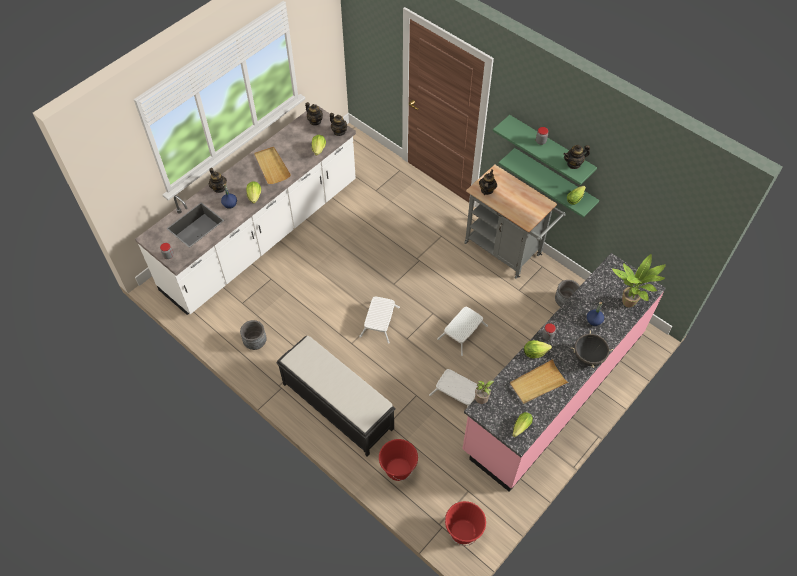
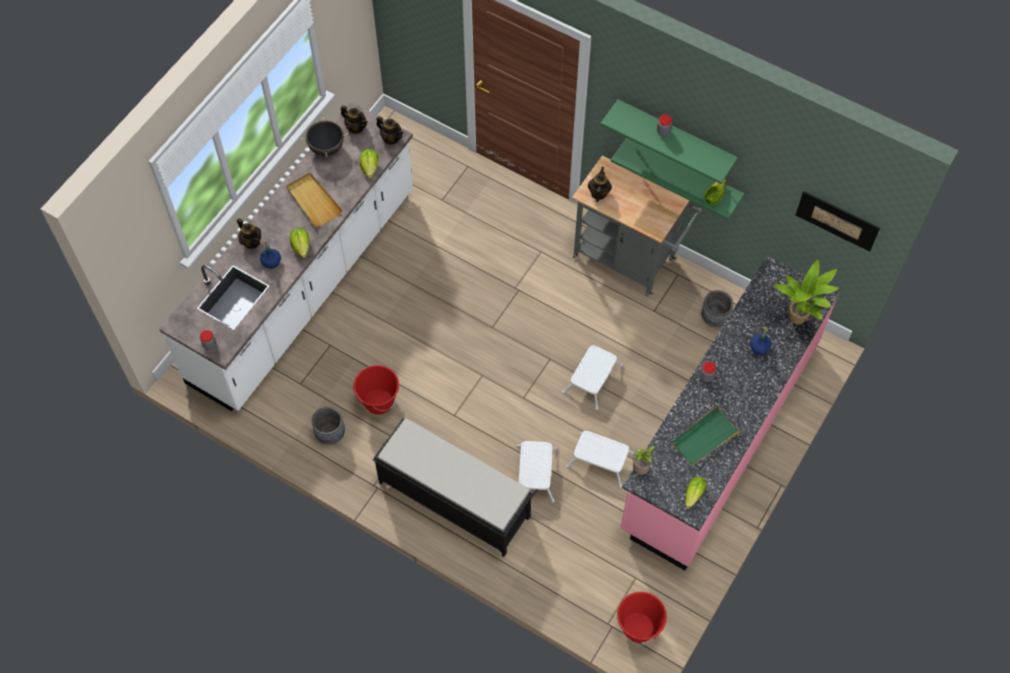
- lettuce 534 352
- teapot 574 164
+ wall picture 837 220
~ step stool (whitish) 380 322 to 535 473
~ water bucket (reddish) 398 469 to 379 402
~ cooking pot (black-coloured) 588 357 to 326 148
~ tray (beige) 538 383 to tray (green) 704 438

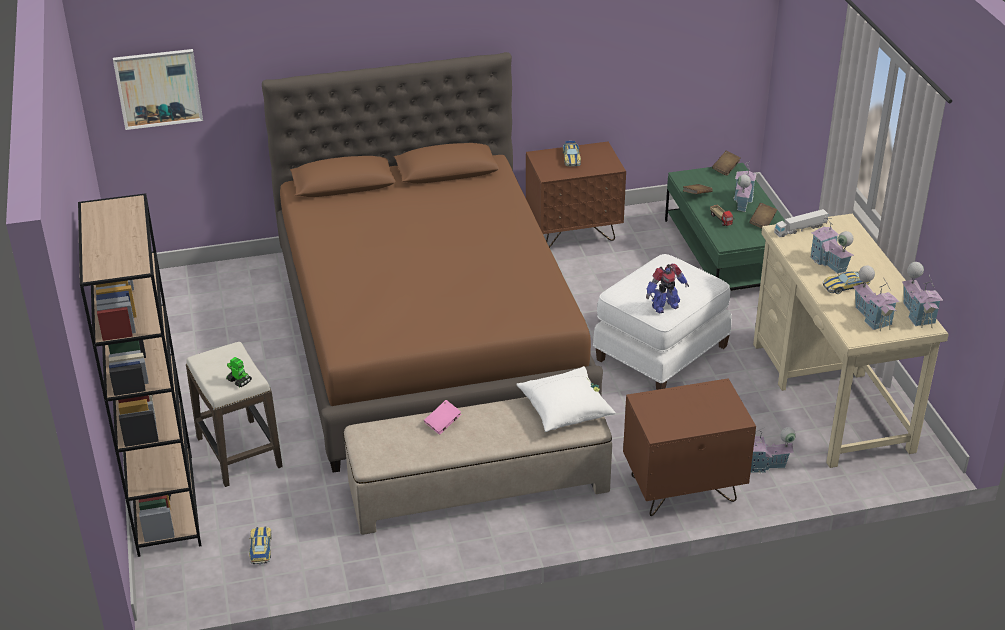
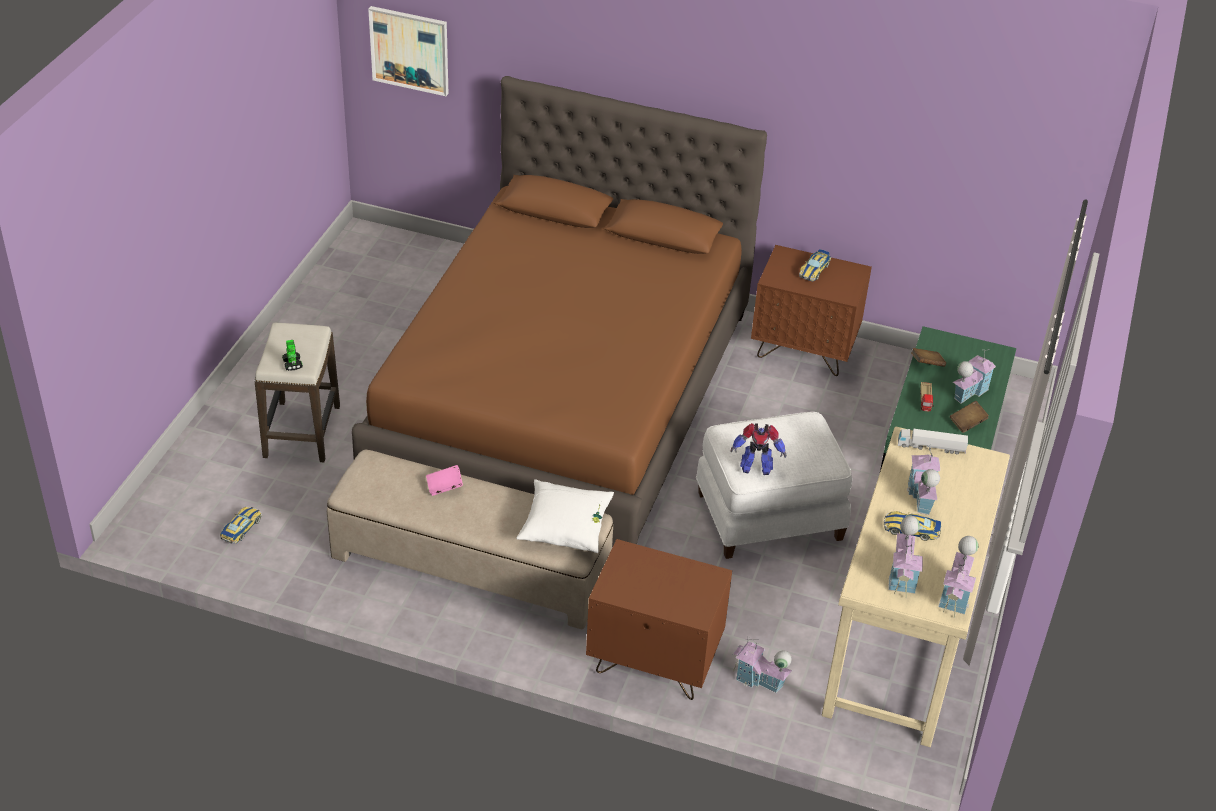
- shelving unit (beige) 165 504
- volume (brown) 725 169

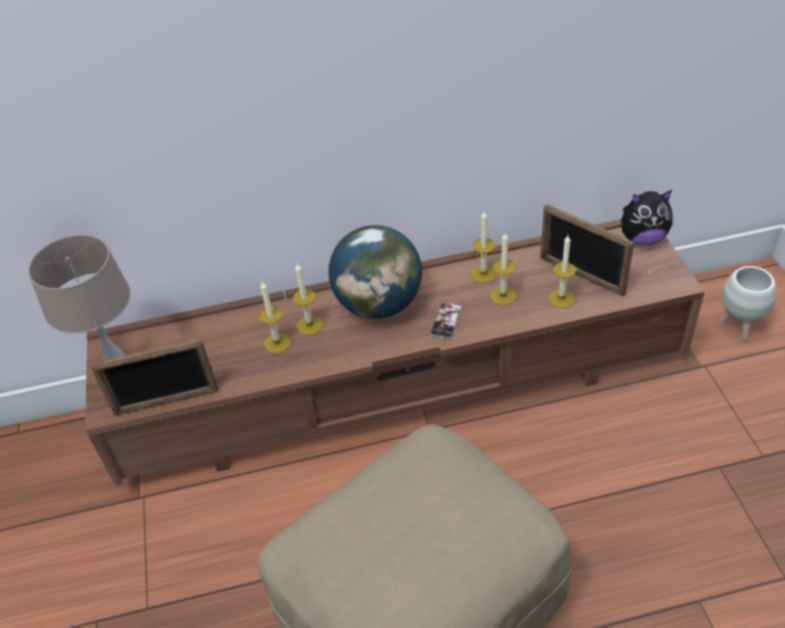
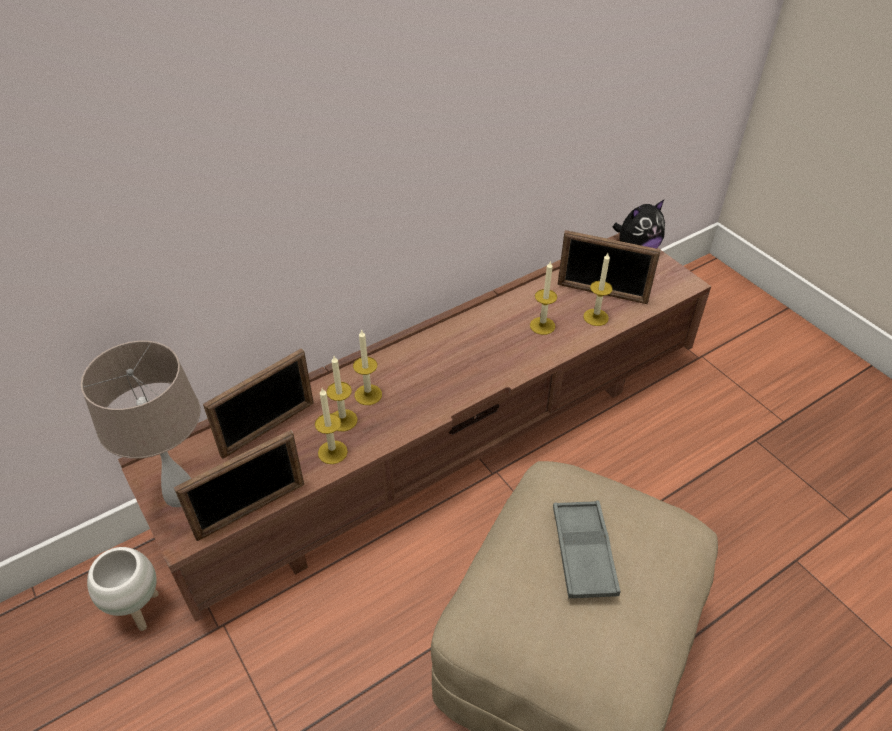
- world globe 378 304
- phone 446 321
+ photo frame 268 429
+ tray (gray) 583 552
~ wax candle 483 274 to 332 452
~ planter (whitish) 739 327 to 140 610

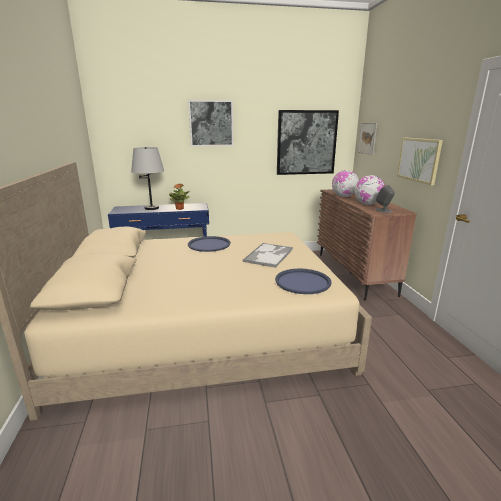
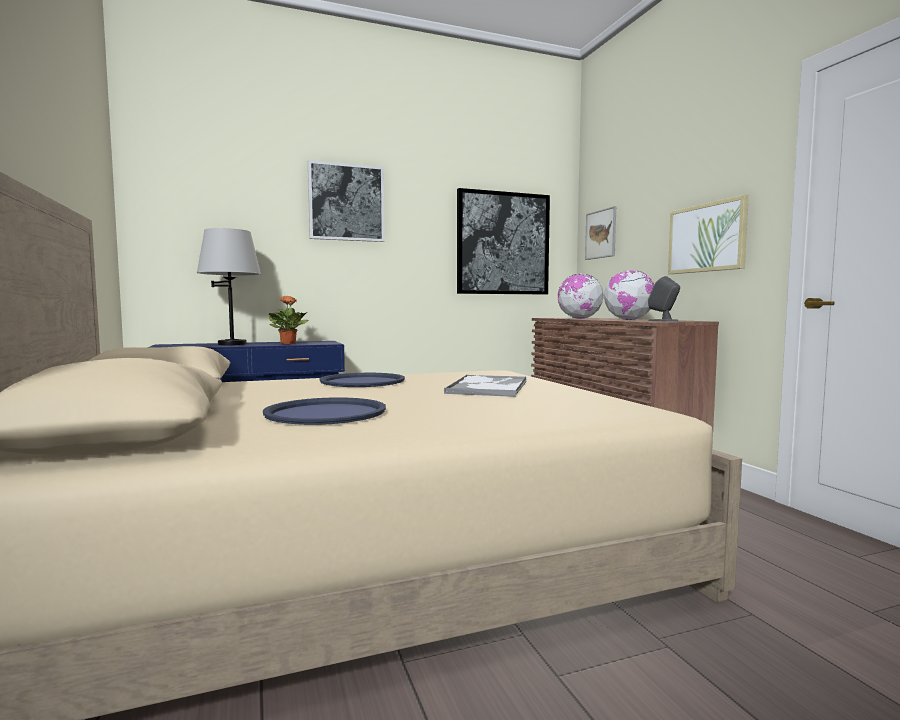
~ tray (blue) 302 282 to 325 413

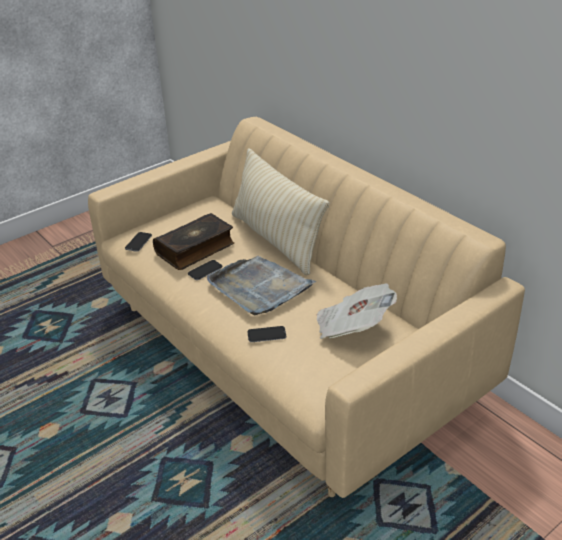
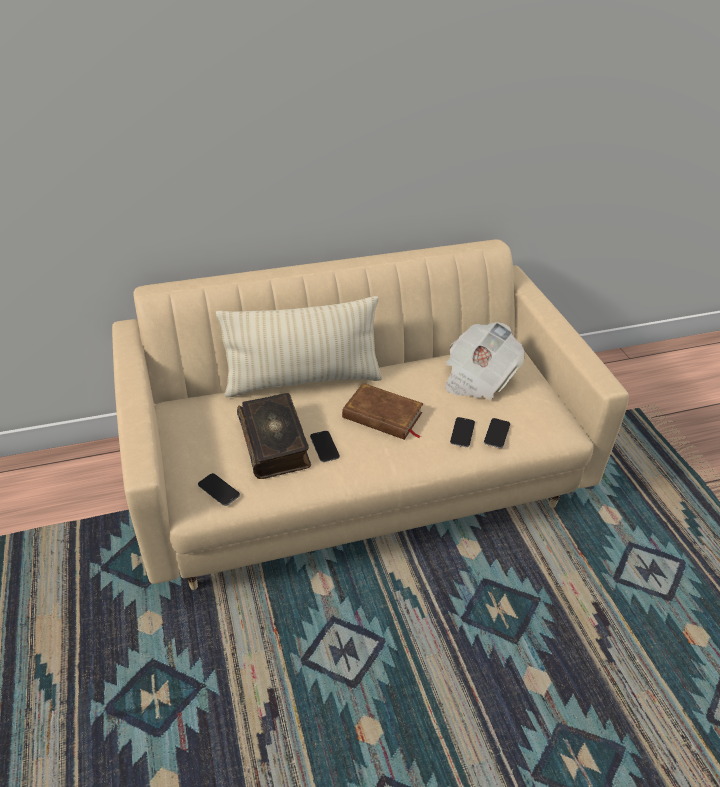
+ phone 497 433
~ tray (gray) 259 287 to volume (brown) 382 416

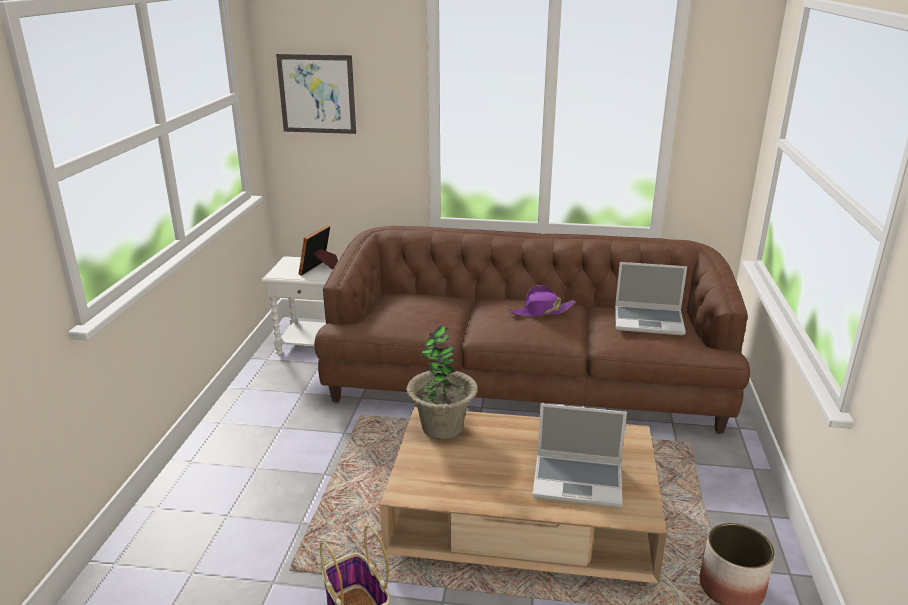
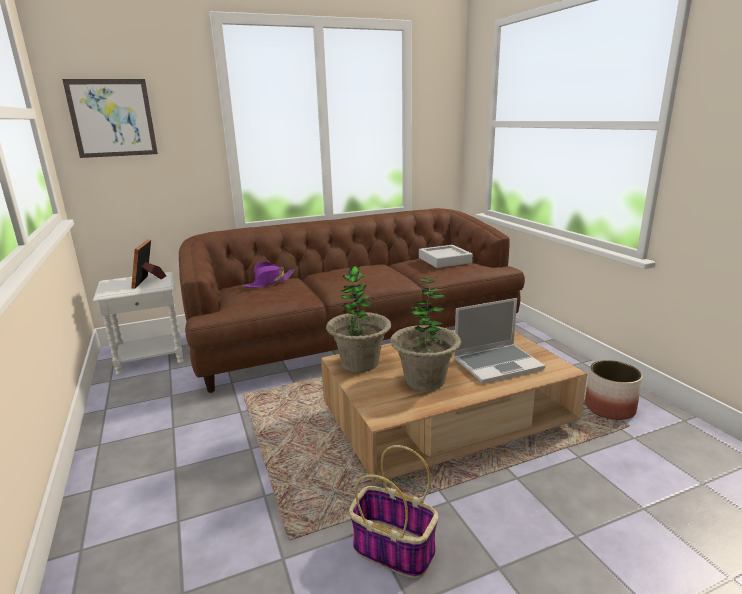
+ plant in a pot 425 380
~ clothing hat (purple-coloured) 541 311 to 269 282
~ notebook computer 649 321 to tray (gray) 444 260

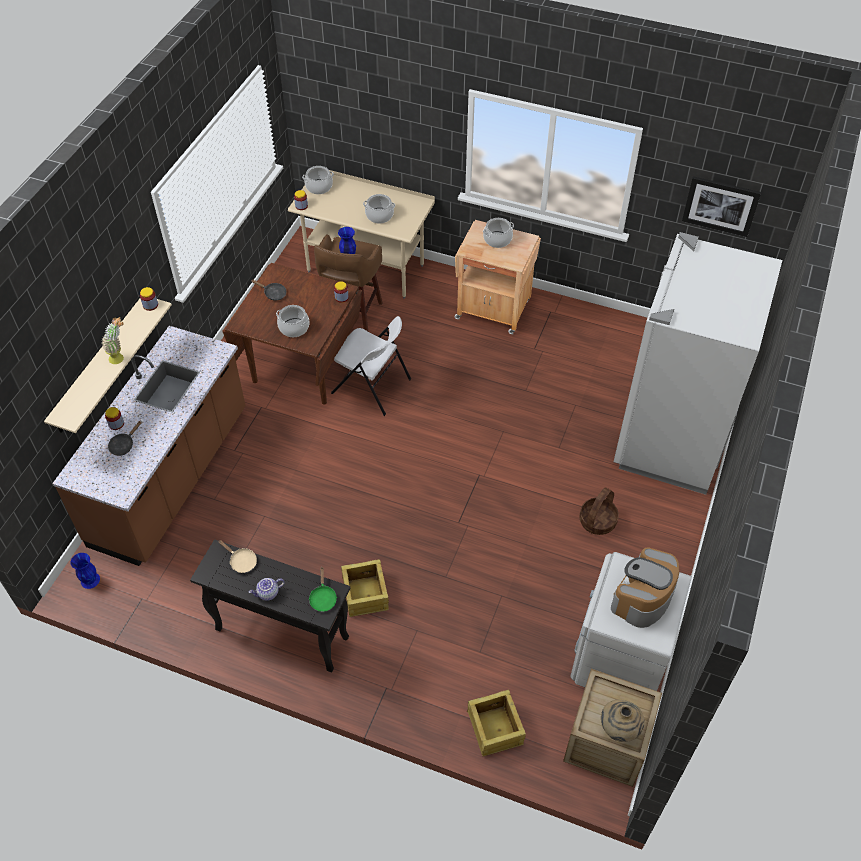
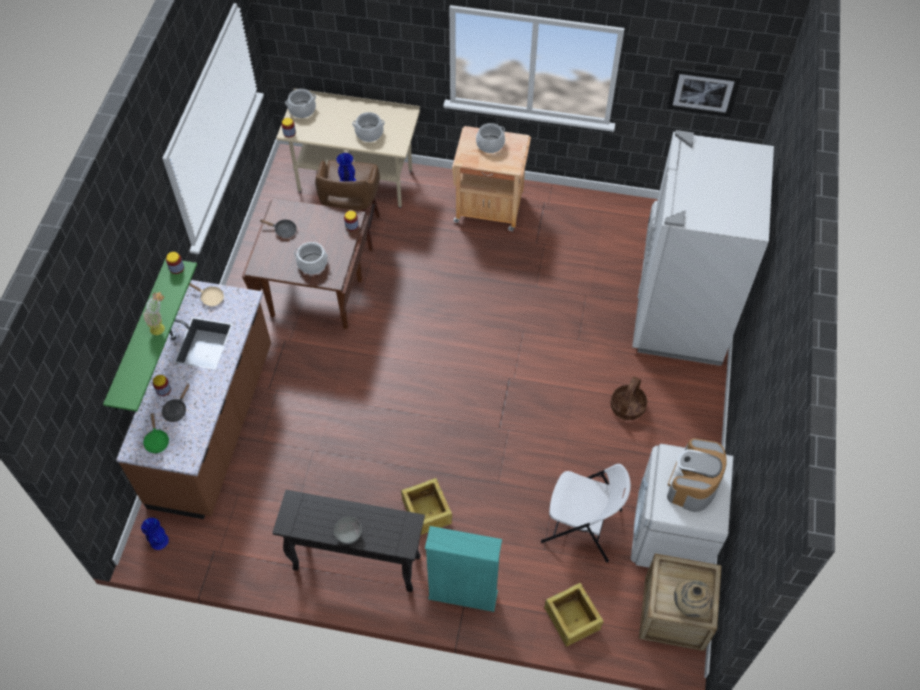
+ shelving unit (turquoise-coloured) 463 595
~ frying pan (beige) 241 561 to 210 297
~ frying pan (green) 323 598 to 156 441
~ chair (whitish) 371 386 to 581 526
~ teapot 268 594 to bowl (gray) 349 534
~ bracket shelf (beige) 99 365 to bracket shelf (green) 139 336

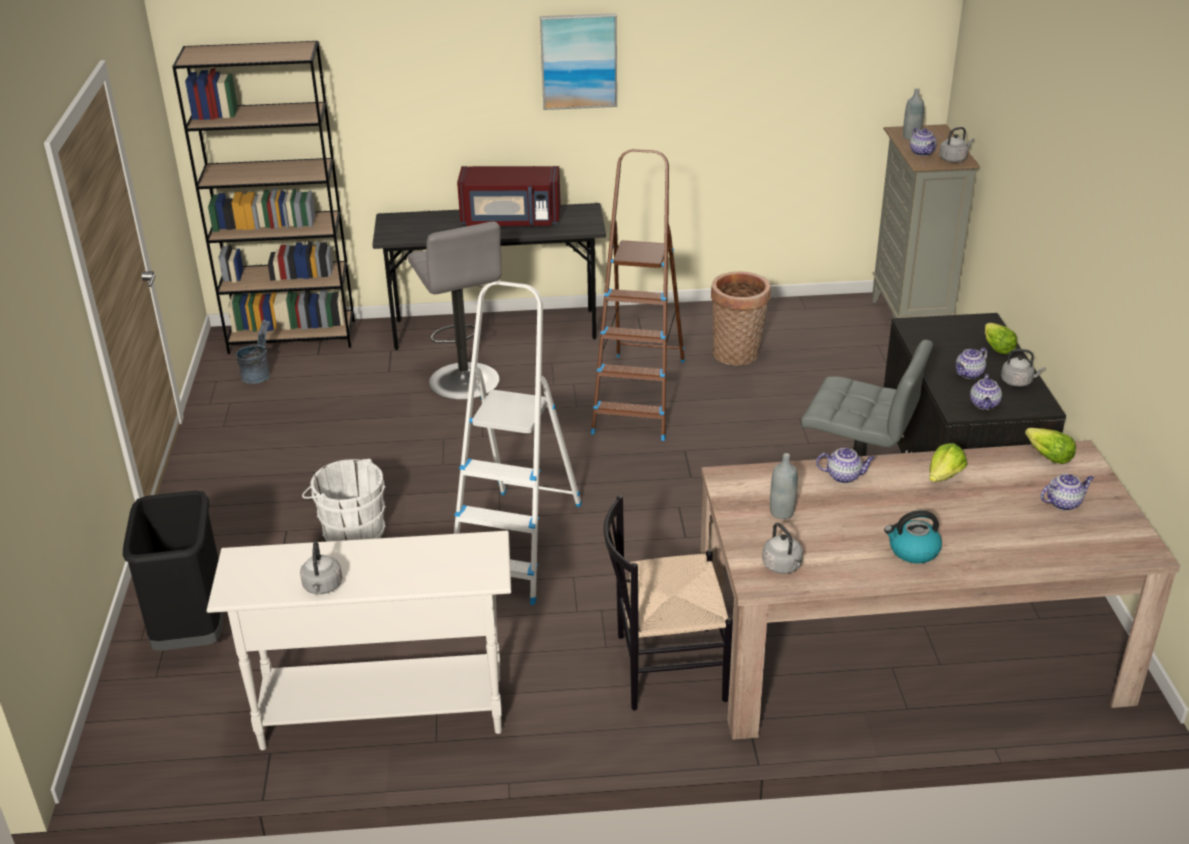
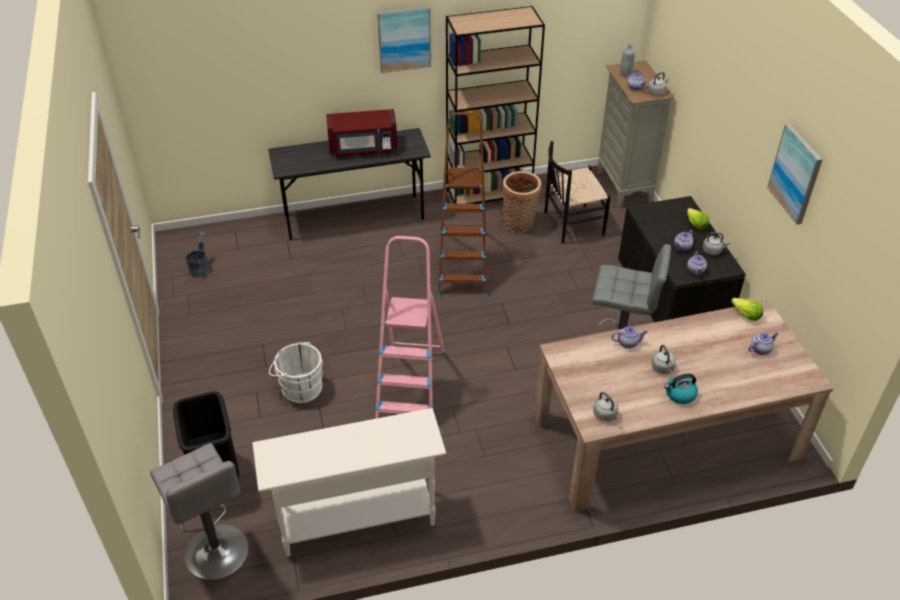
- bottle (gray) 782 512
- lettuce 944 476
+ wall picture 795 173
~ shelving unit (beige) 293 336 to 489 195
~ water kettle (gray) 322 587 to 662 369
~ stool (gray) 463 381 to 216 552
~ chair (black-coloured) 665 668 to 571 224
~ step stool (whitish) 517 545 to step stool (pink) 411 387

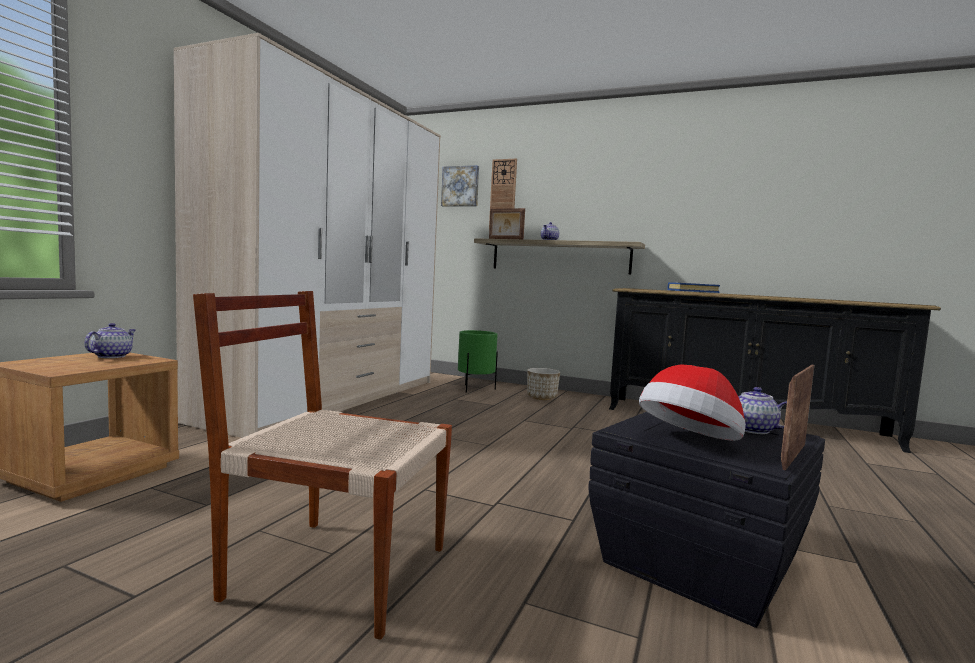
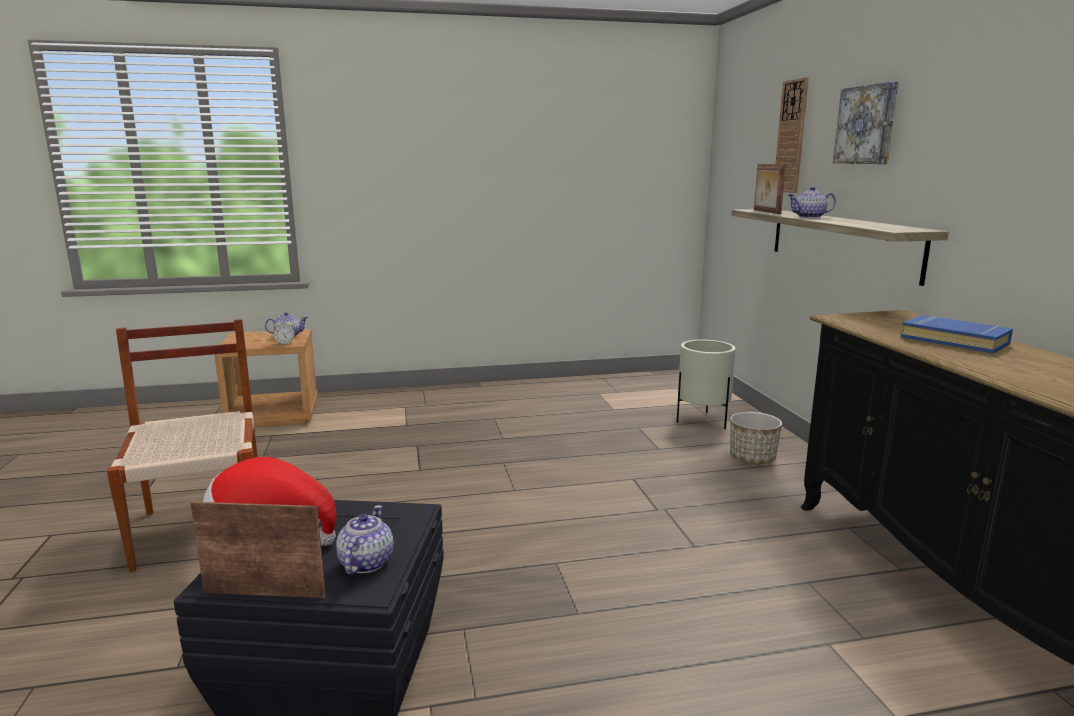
- wardrobe 330 399
+ bedside clock 285 343
~ wall picture 460 186 to 867 125
~ planter (green) 475 389 to planter (beige) 703 421

